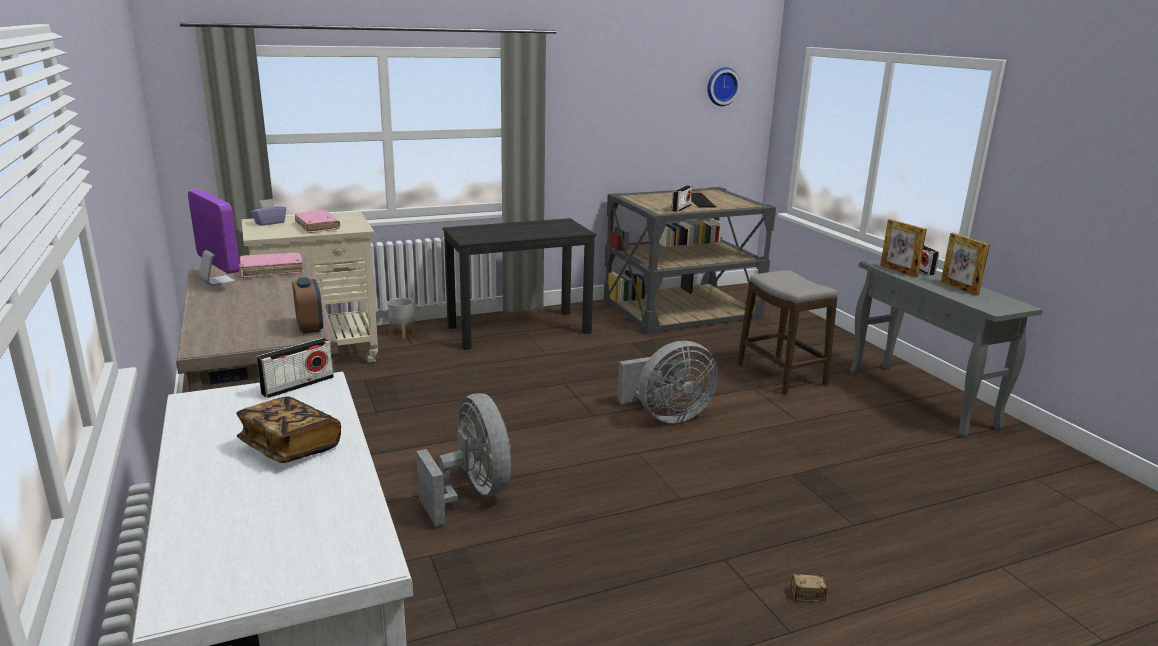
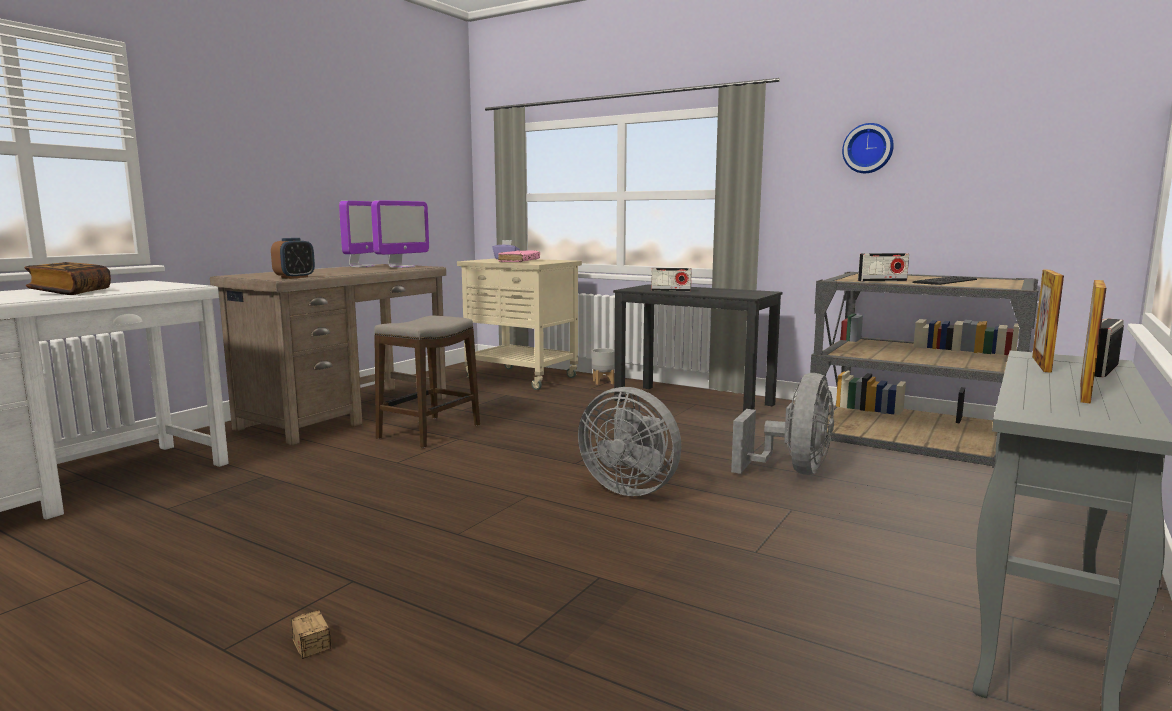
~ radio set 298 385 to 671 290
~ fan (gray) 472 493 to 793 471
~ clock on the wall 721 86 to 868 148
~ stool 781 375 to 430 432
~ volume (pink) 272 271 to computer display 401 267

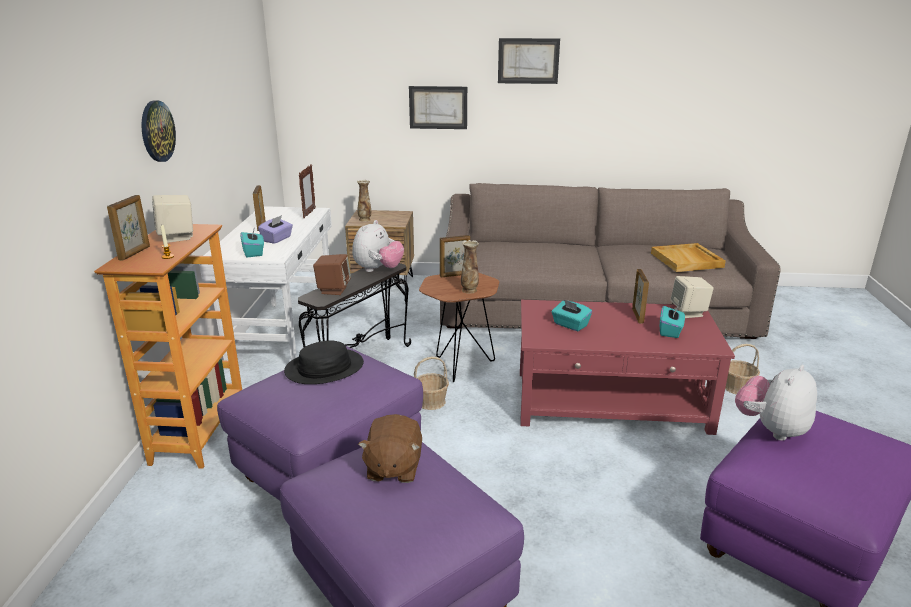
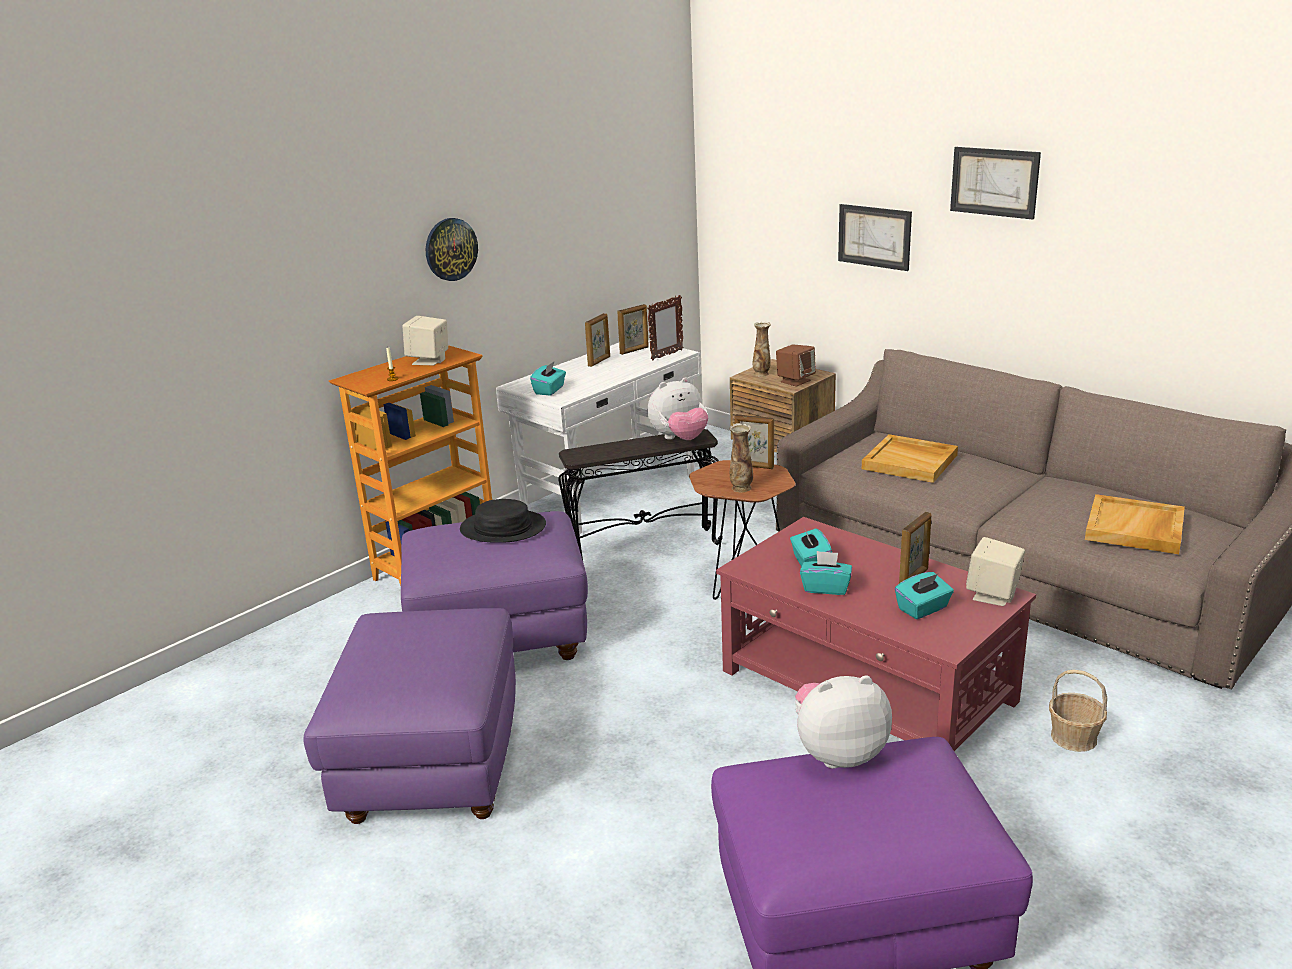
- tissue holder (purple-coloured) 277 239
- soft toy (brown) 393 468
- household basket 431 402
+ tissue holder (turquoise-coloured) 826 588
+ tray (beige) 910 462
~ photo frame 135 253 to 634 350
~ speaker (brown) 333 290 to 795 381

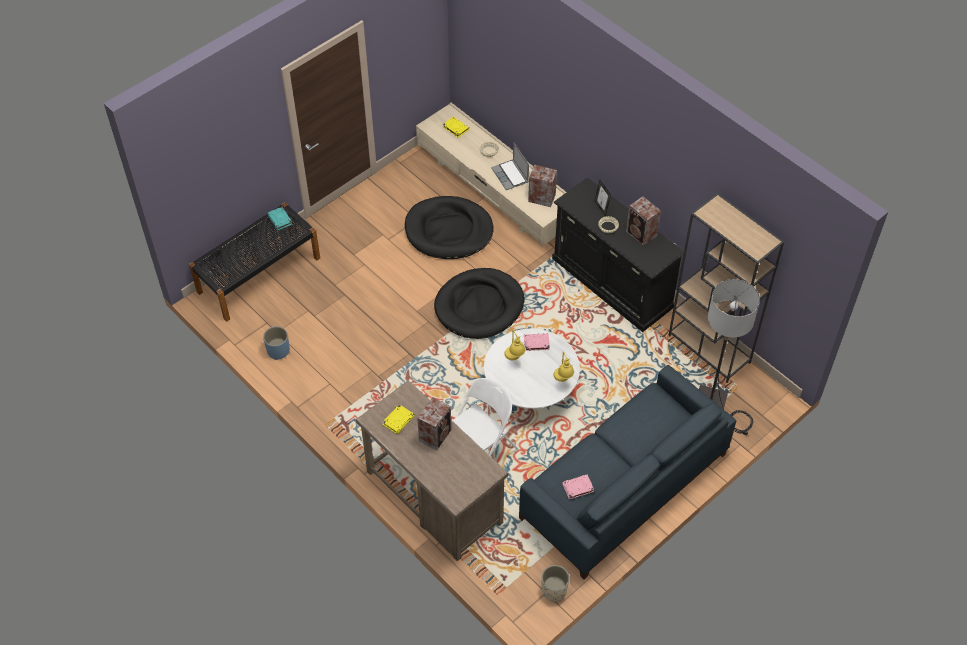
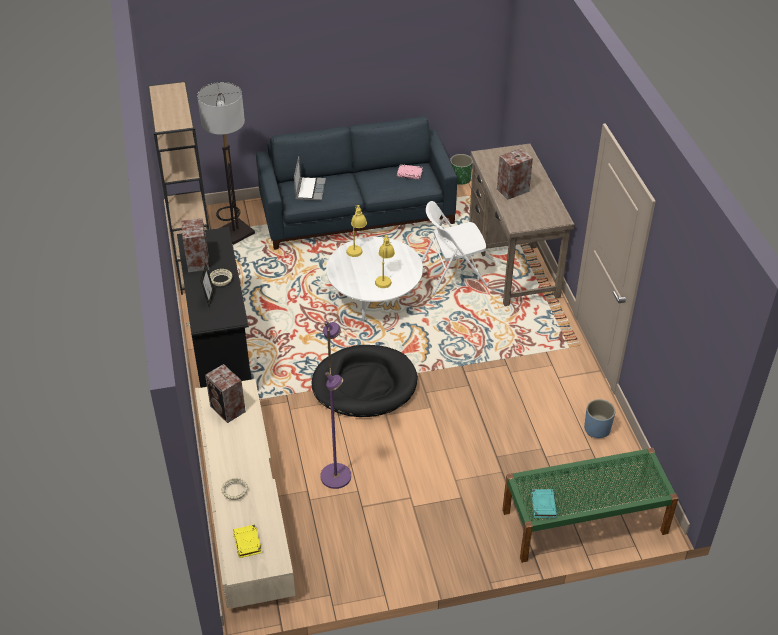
- volume (yellow) 398 420
- volume (pink) 536 343
~ notebook computer 510 176 to 309 189
~ pet bed (black-coloured) 449 231 to standard lamp (purple-coloured) 336 476
~ long seat (black-coloured) 258 274 to long seat (green) 584 522
~ planter (beige) 554 590 to planter (green) 460 179

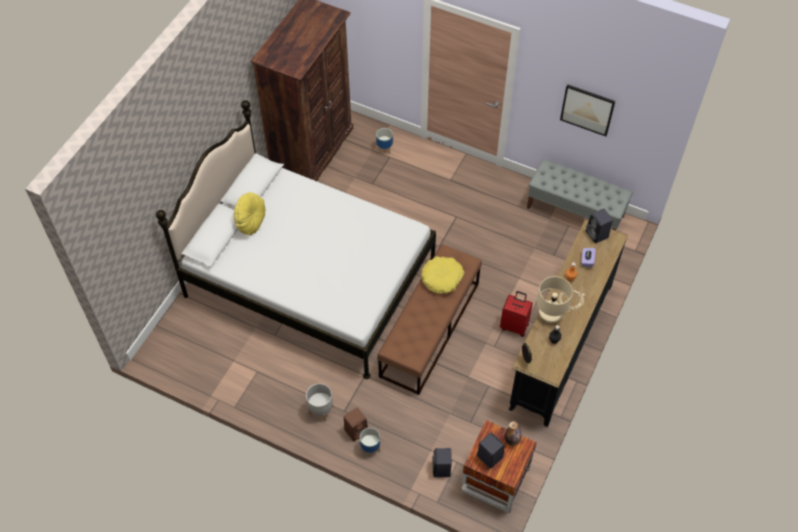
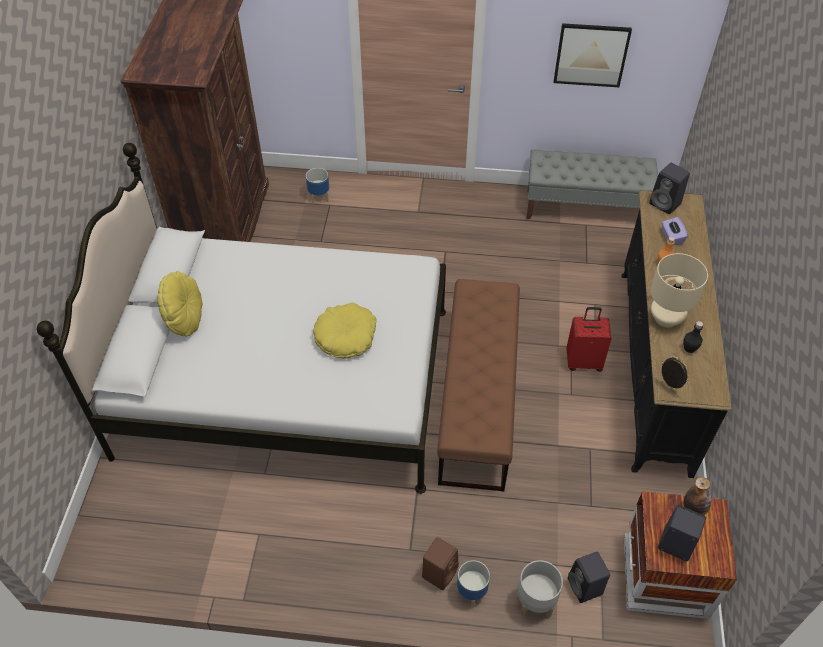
~ planter (gray) 321 410 to 535 602
~ throw pillow (yellow) 441 278 to 344 337

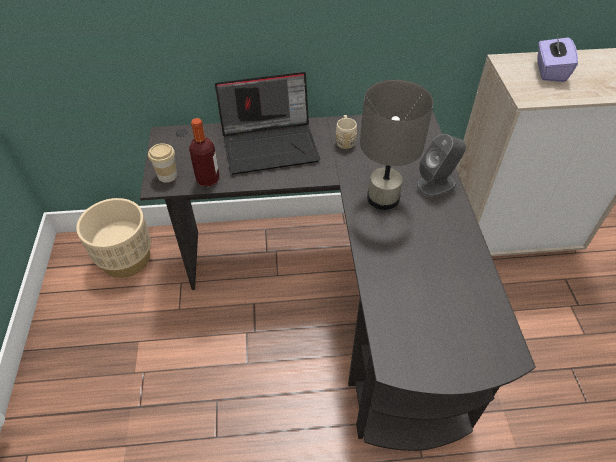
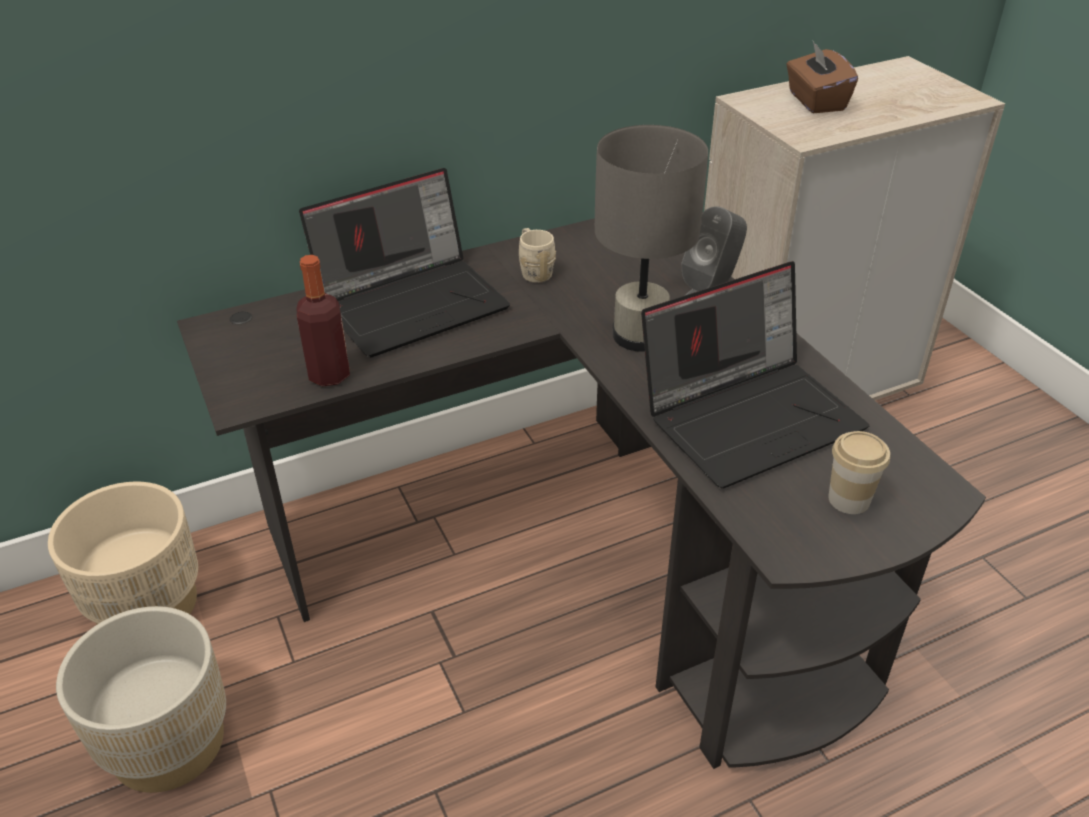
+ planter (beige) 168 743
+ notebook computer 751 415
~ cup 167 175 to 849 499
~ tissue holder (purple-coloured) 549 71 to tissue holder (brown) 815 101

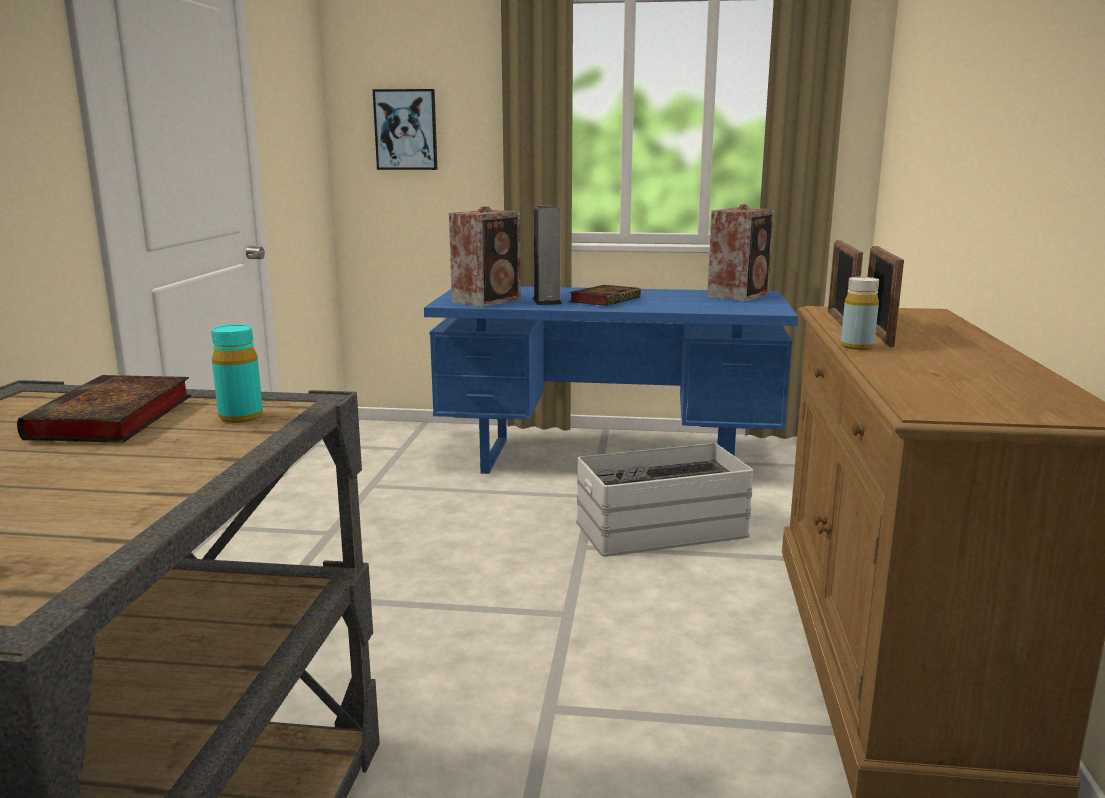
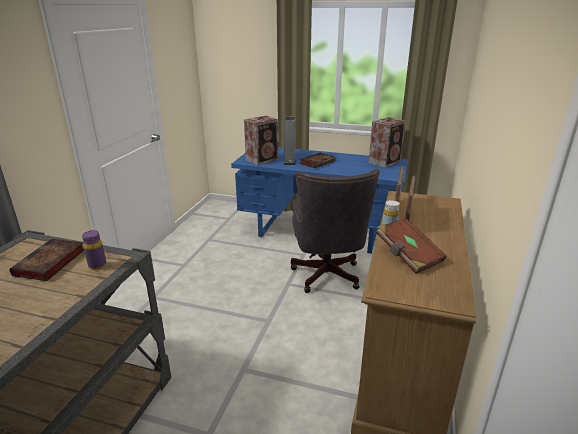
- wall picture 406 130
+ volume (brown) 407 256
~ storage box (gray) 661 529 to computer chair (gray) 327 277
~ bottle (turquoise-coloured) 241 417 to bottle (purple-coloured) 97 266

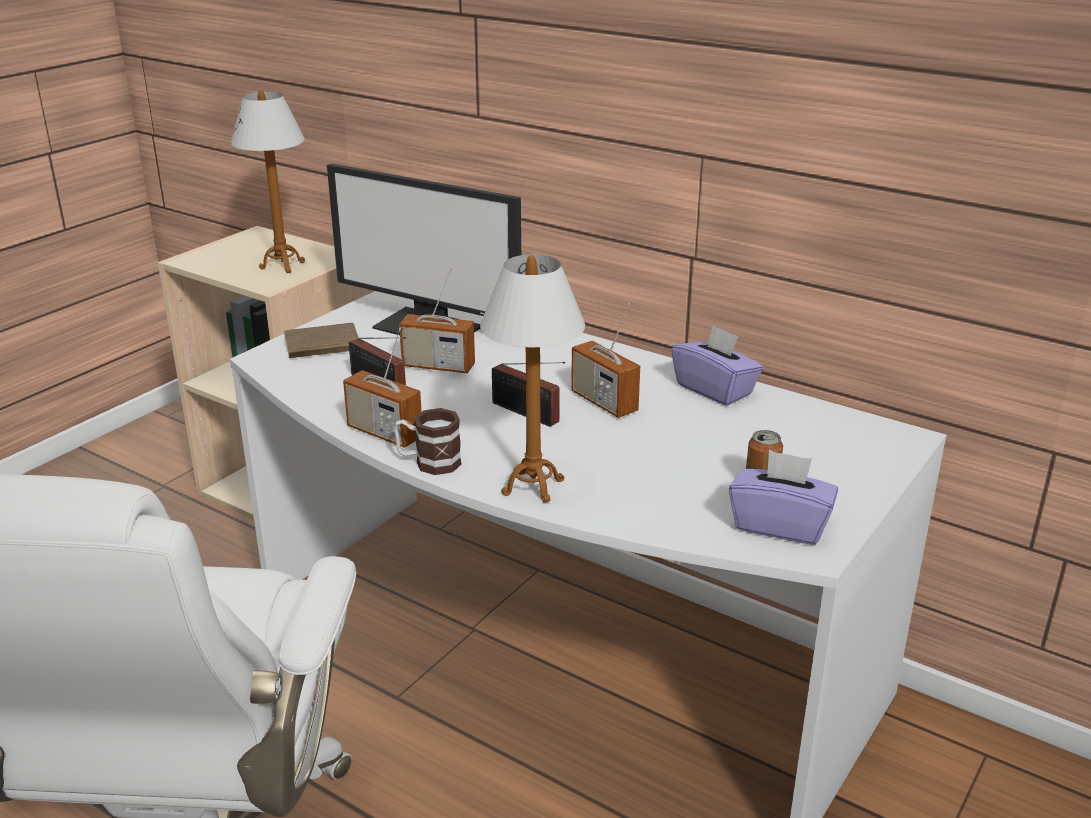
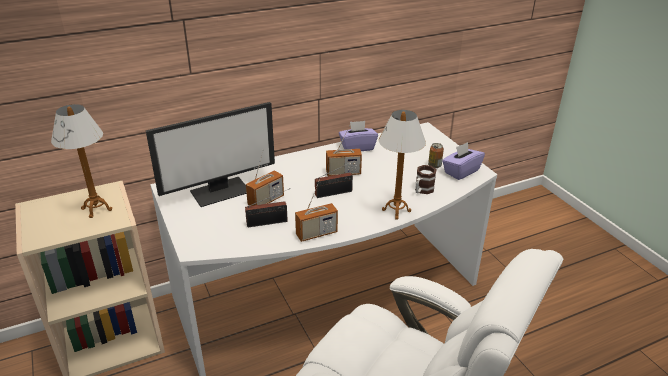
- volume (brown) 323 346
~ mug 428 462 to 422 190

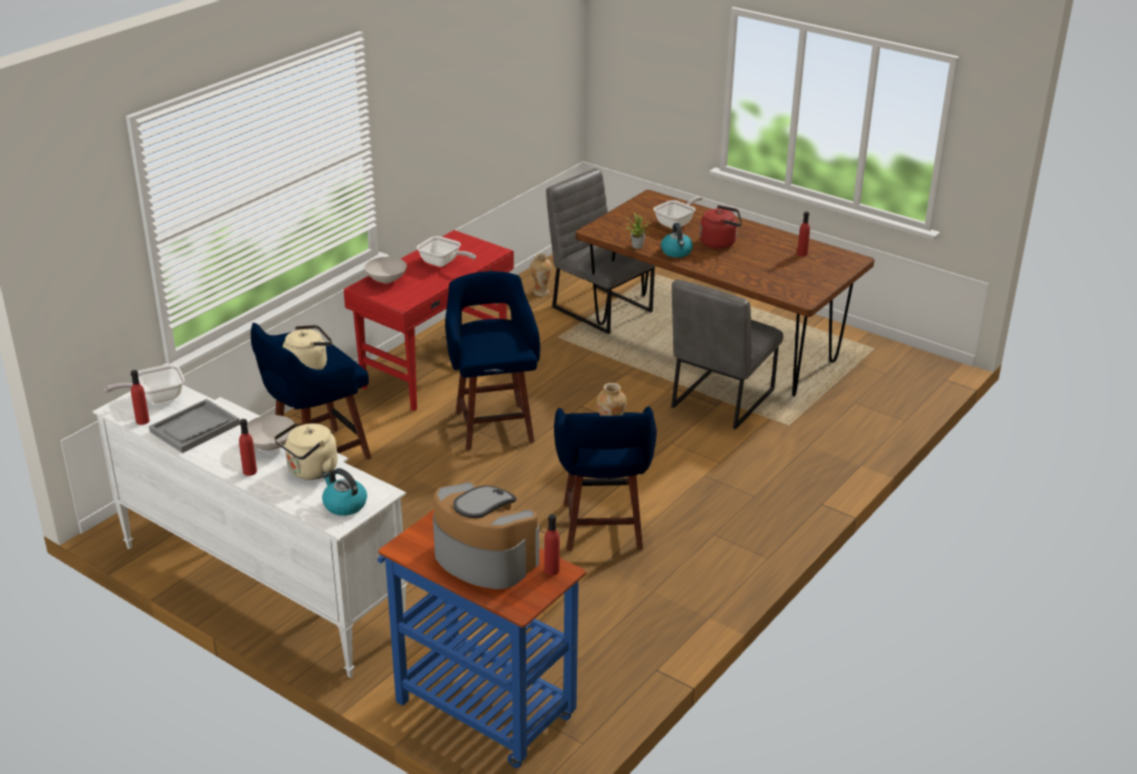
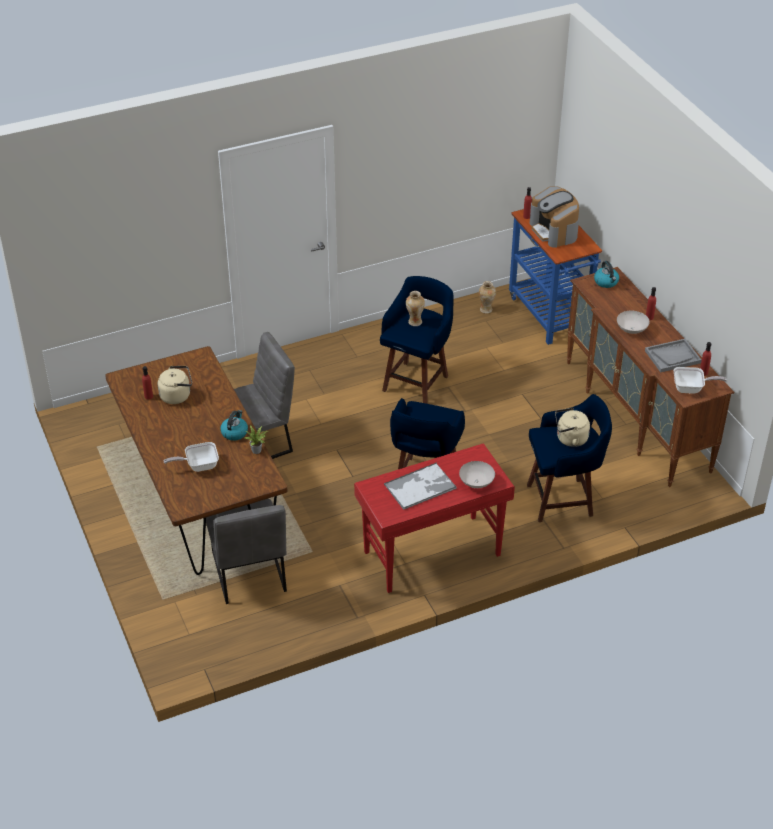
- water kettle (reddish) 720 242
~ water kettle (beige) 310 471 to 177 395
~ vase 540 292 to 486 310
~ frying pan 443 263 to tray 420 486
~ cupboard (whitish) 262 587 to cupboard (brown) 635 416

